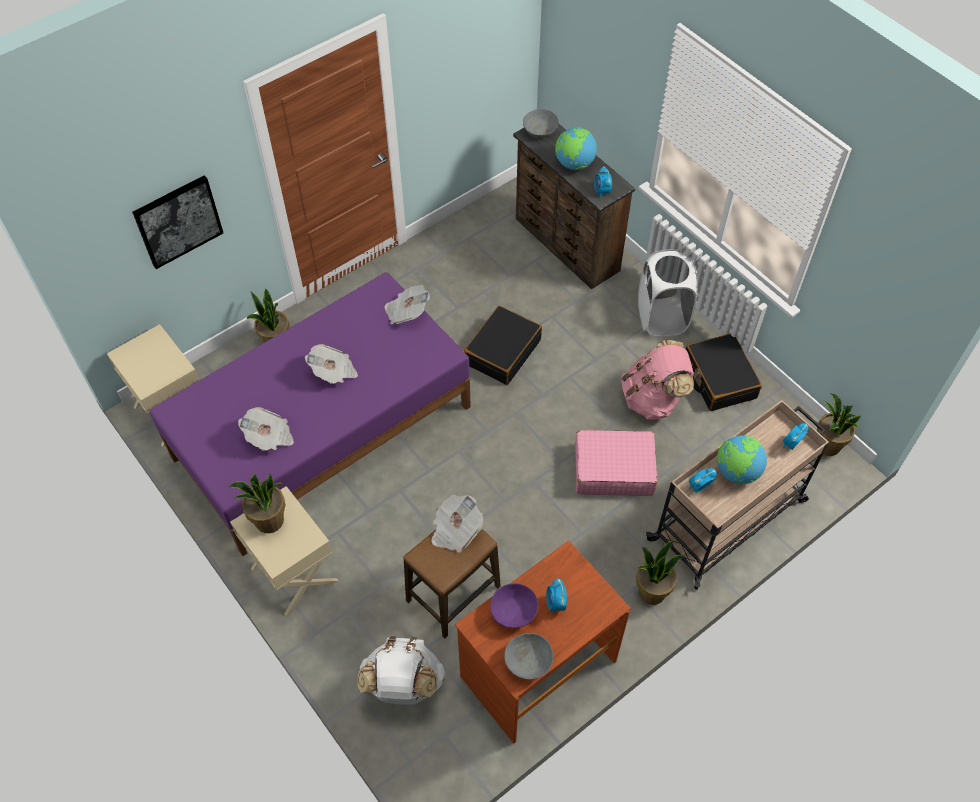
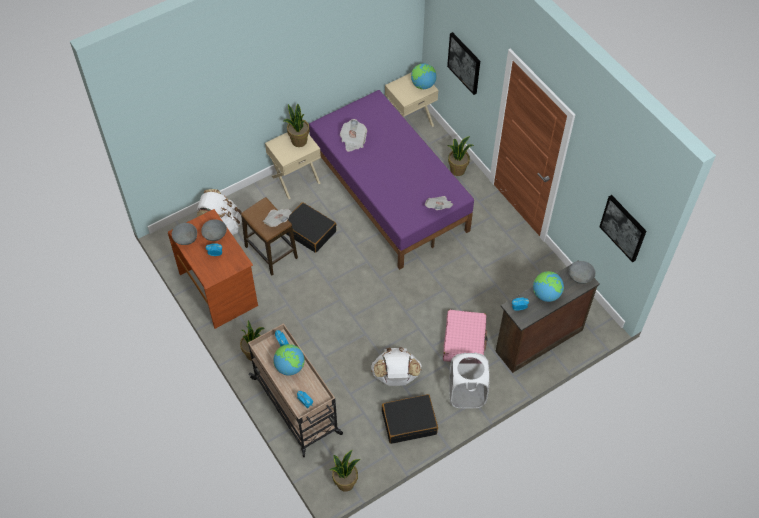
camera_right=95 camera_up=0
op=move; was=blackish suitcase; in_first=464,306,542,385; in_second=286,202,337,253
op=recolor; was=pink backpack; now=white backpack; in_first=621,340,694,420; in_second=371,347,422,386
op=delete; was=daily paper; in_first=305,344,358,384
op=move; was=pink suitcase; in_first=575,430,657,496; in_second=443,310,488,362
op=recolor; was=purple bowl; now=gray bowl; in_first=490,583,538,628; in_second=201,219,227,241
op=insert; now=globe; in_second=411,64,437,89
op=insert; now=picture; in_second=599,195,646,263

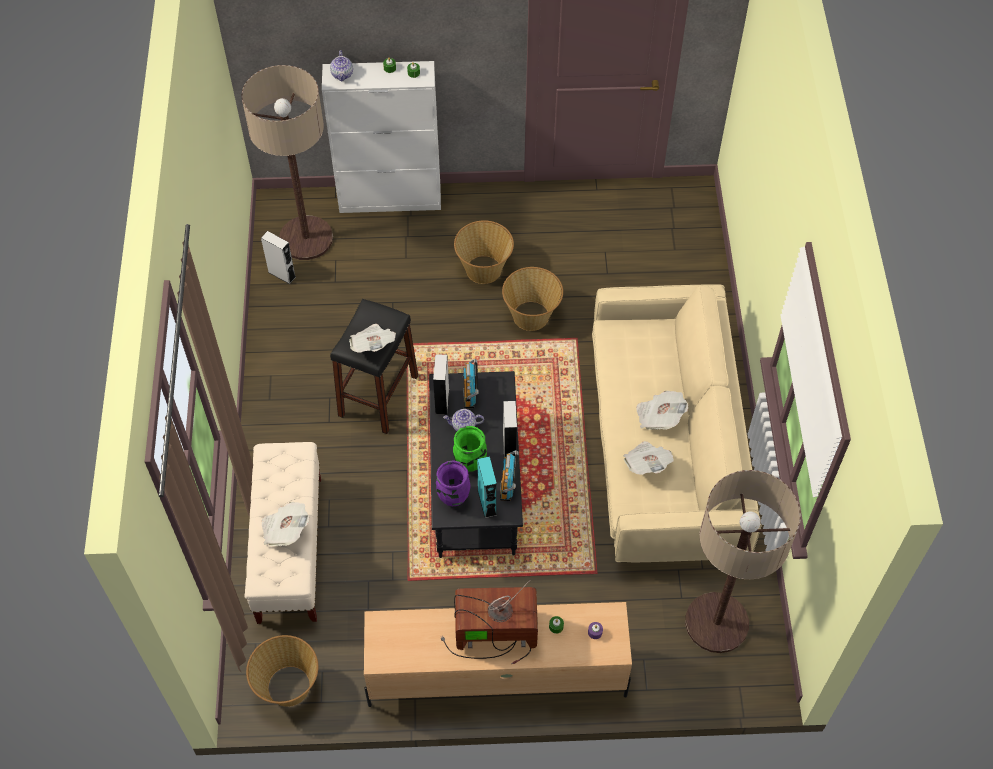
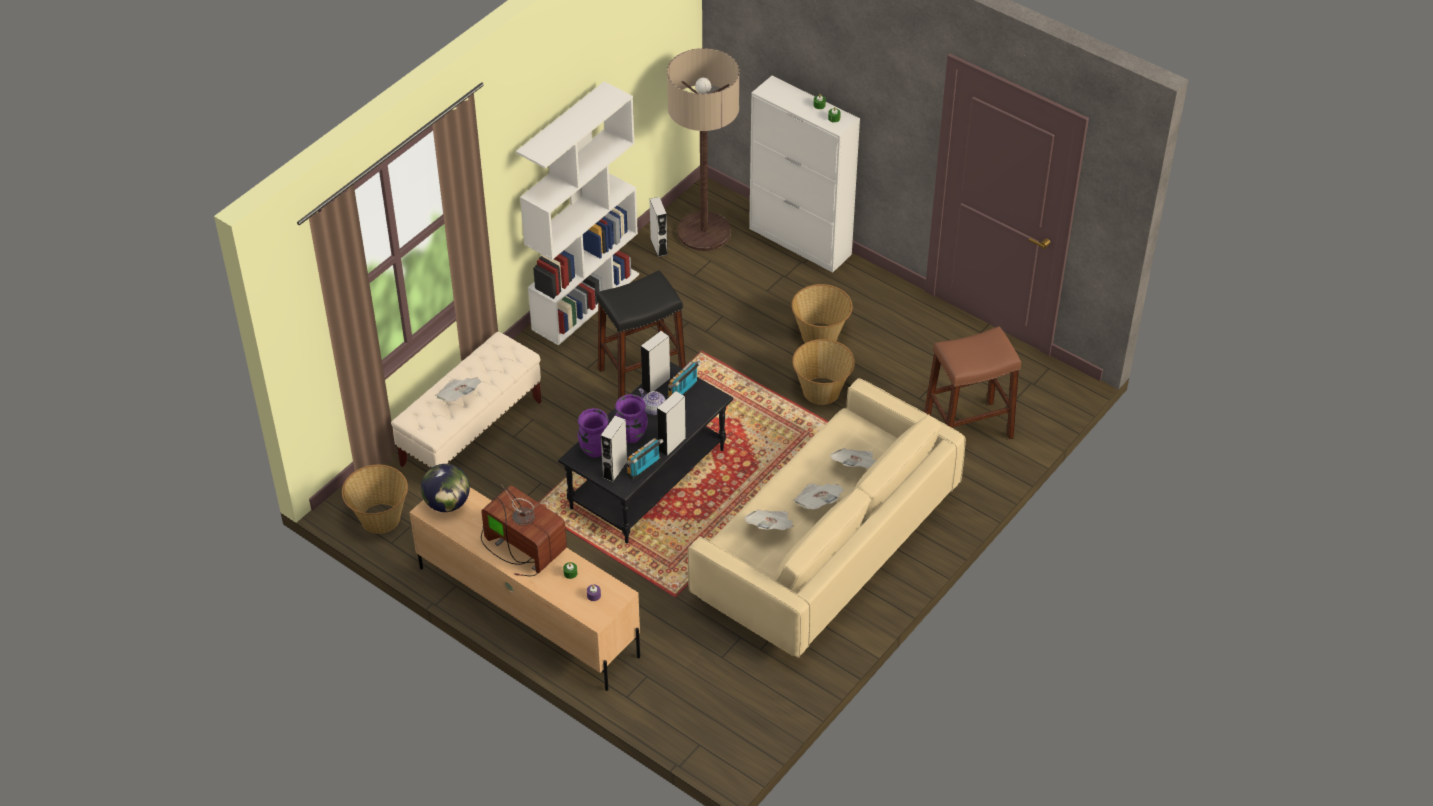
camera_right=40 camera_up=-10
op=delete; was=tea pot; in_first=330,50,353,82
op=move; was=daily paper; in_first=349,324,396,353; in_second=830,448,877,468
op=recolor; was=green-coloured vase; now=purple vase; in_first=453,426,487,472; in_second=615,394,647,443
op=recolor; was=turquoise loudspeaker; now=gray loudspeaker; in_first=477,456,497,518; in_second=601,416,627,482
op=delete; was=floor lamp; in_first=685,470,801,653
op=insert; now=white shelving unit; in_second=516,82,639,346
op=insert; now=brown-coloured stool seat; in_second=924,326,1021,439
op=insert; now=globe; in_second=421,464,470,512

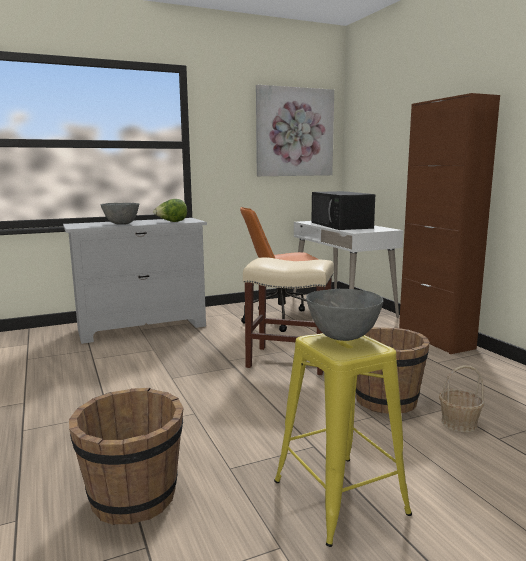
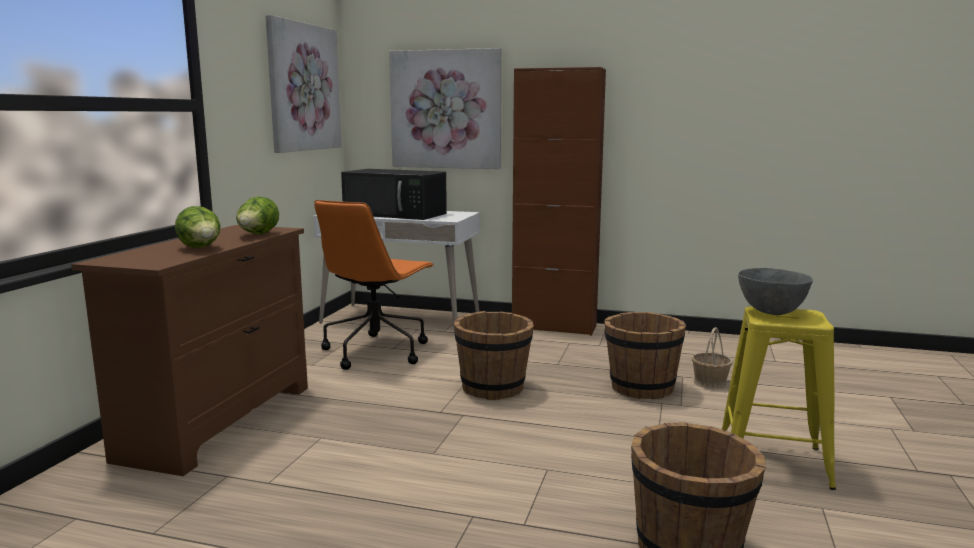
camera_right=-50 camera_up=0
op=replace; was=gray bowl; now=lettuce; in_first=101,203,139,224; in_second=175,206,220,248
op=recolor; was=white drawer chest; now=brown-coloured drawer chest; in_first=63,218,207,344; in_second=71,225,308,476
op=replace; was=beige stool seat; now=brown-coloured water bucket; in_first=243,257,334,375; in_second=454,311,534,400
op=insert; now=picture; in_second=389,48,501,169

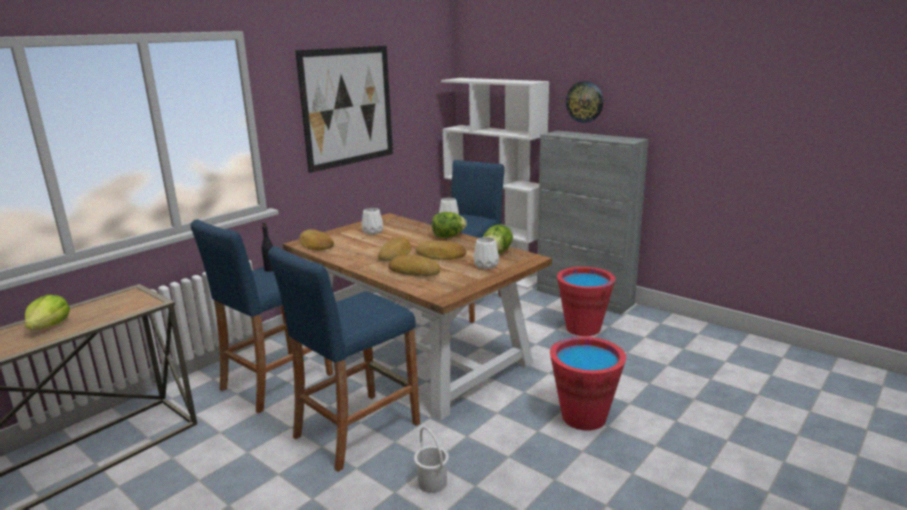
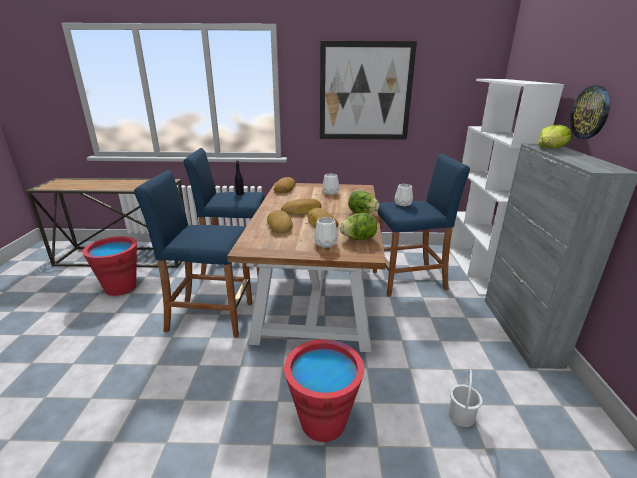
camera_right=50 camera_up=5
op=move; was=reddish water bucket; in_first=557,267,615,336; in_second=82,236,137,296
op=move; was=lettuce; in_first=25,295,70,330; in_second=538,125,571,148
op=move; was=white water bucket; in_first=414,427,449,493; in_second=448,370,483,427

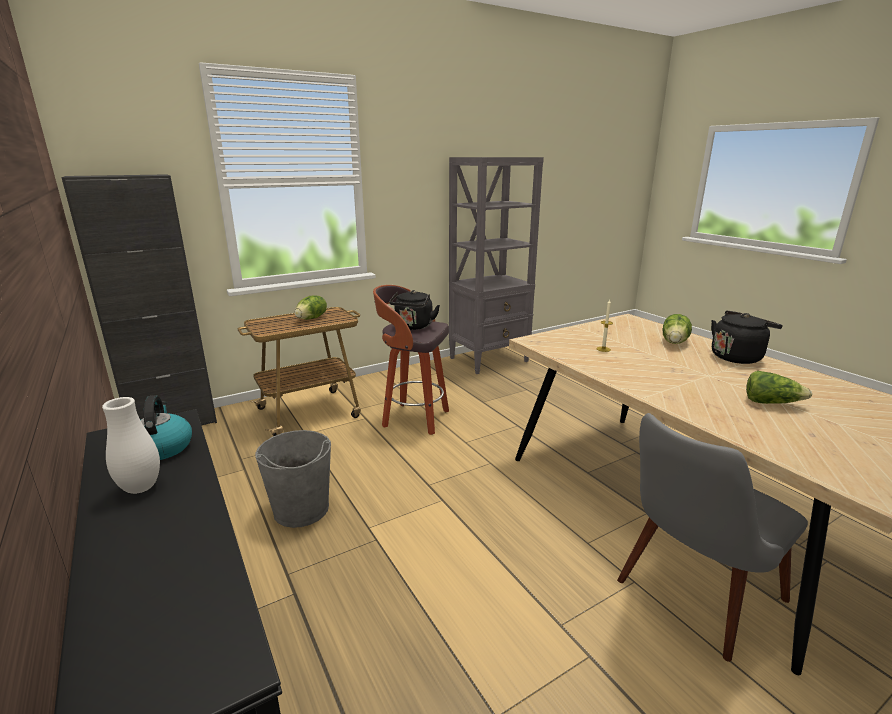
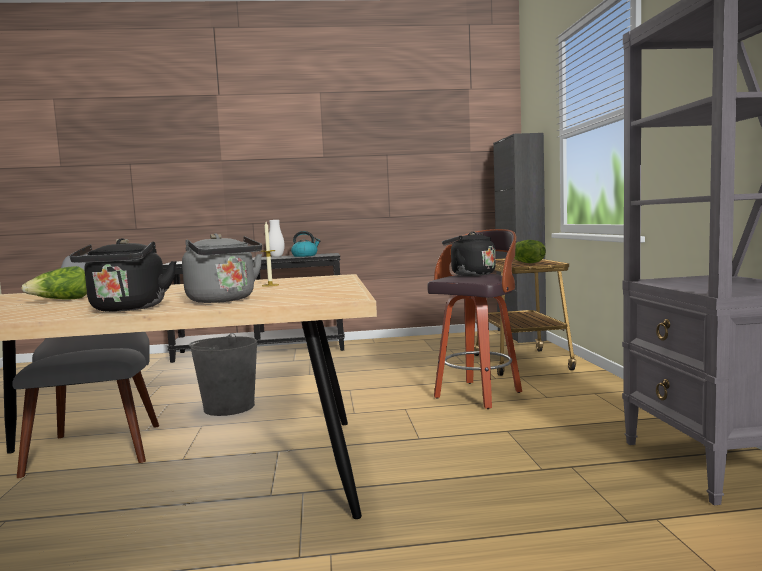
camera_right=115 camera_up=-15
op=replace; was=lettuce; now=gray water kettle; in_first=662,314,692,344; in_second=182,234,262,303
op=move; was=gray water bucket; in_first=255,430,331,528; in_second=189,333,257,416

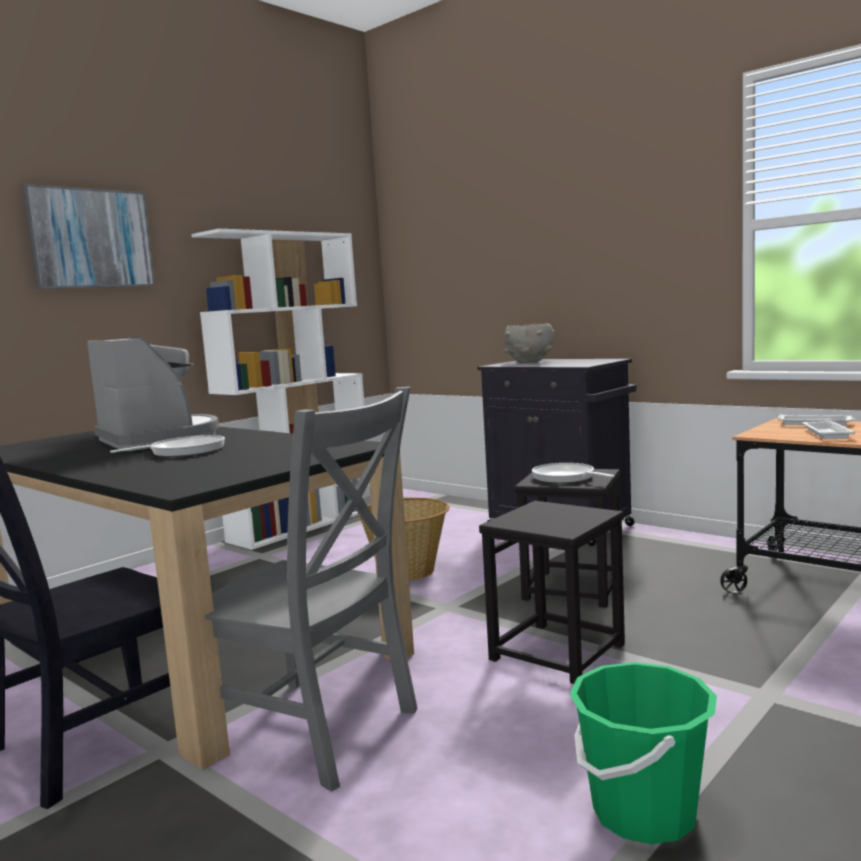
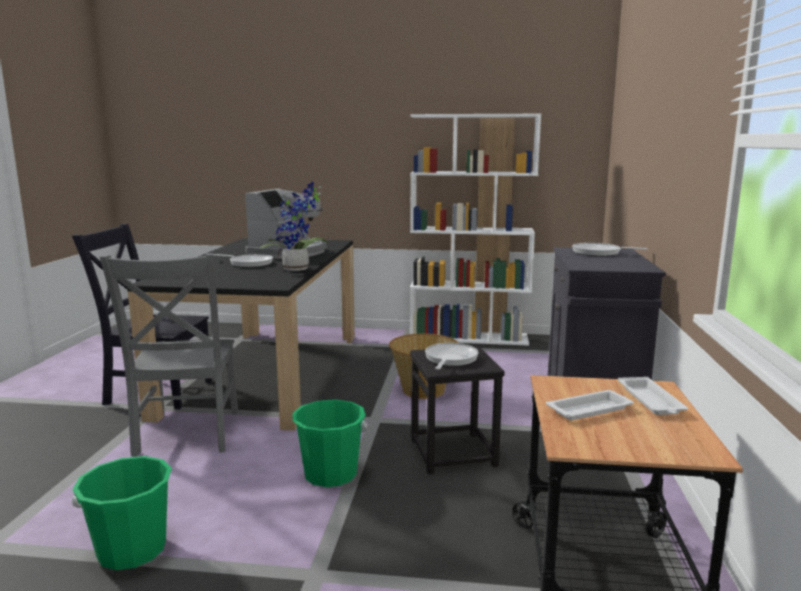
camera_right=55 camera_up=5
op=delete; was=picture; in_first=22,184,155,289
op=replace; was=gray bowl; now=frying pan; in_first=504,323,555,363; in_second=572,243,648,256
op=replace; was=blackish stool seat; now=green-coloured water bucket; in_first=479,501,625,684; in_second=292,399,367,487
op=insert; now=potted plant; in_second=260,181,329,271

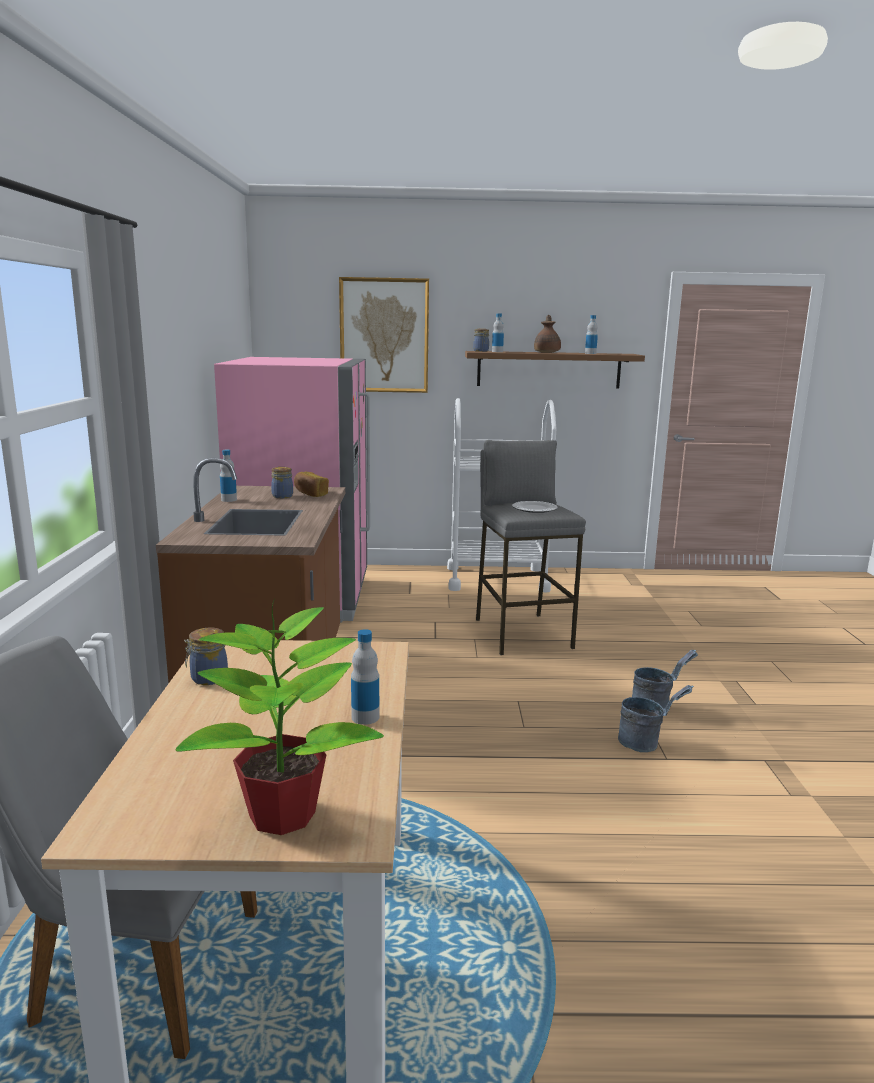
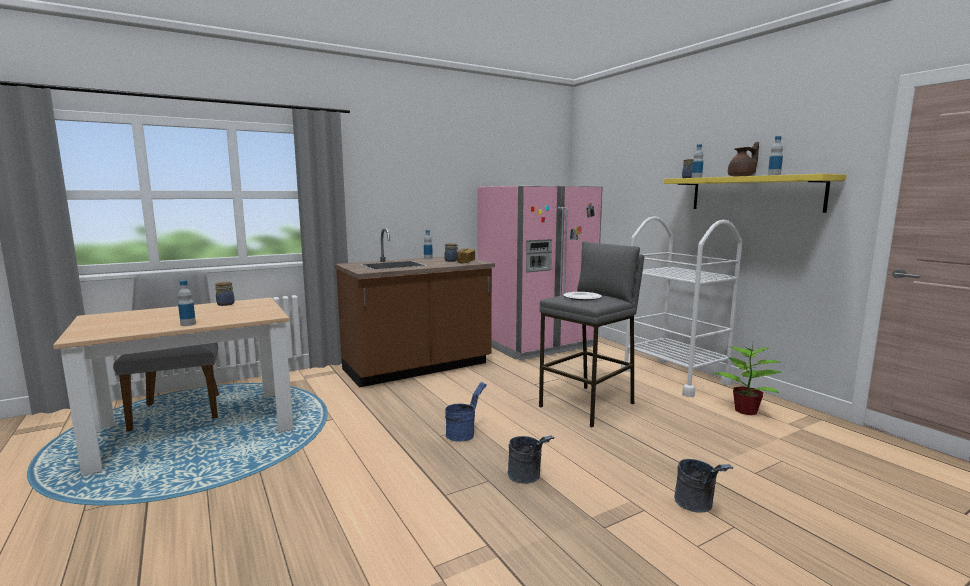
camera_right=60 camera_up=-5
op=delete; was=picture; in_first=339,277,429,393
op=recolor; was=brown-coloured wall shelf; now=yellow wall shelf; in_first=465,351,645,389; in_second=664,174,846,213
op=move; was=potted plant; in_first=176,598,384,835; in_second=714,343,782,415
op=move; was=gray water bucket; in_first=618,685,694,752; in_second=674,459,733,513
op=insert; now=bluish water bucket; in_second=445,382,487,442

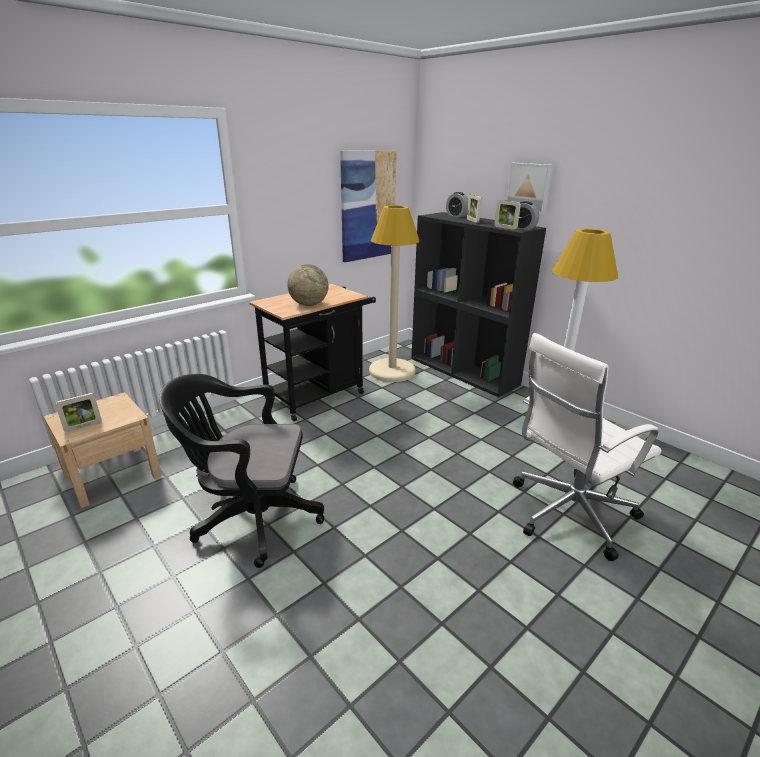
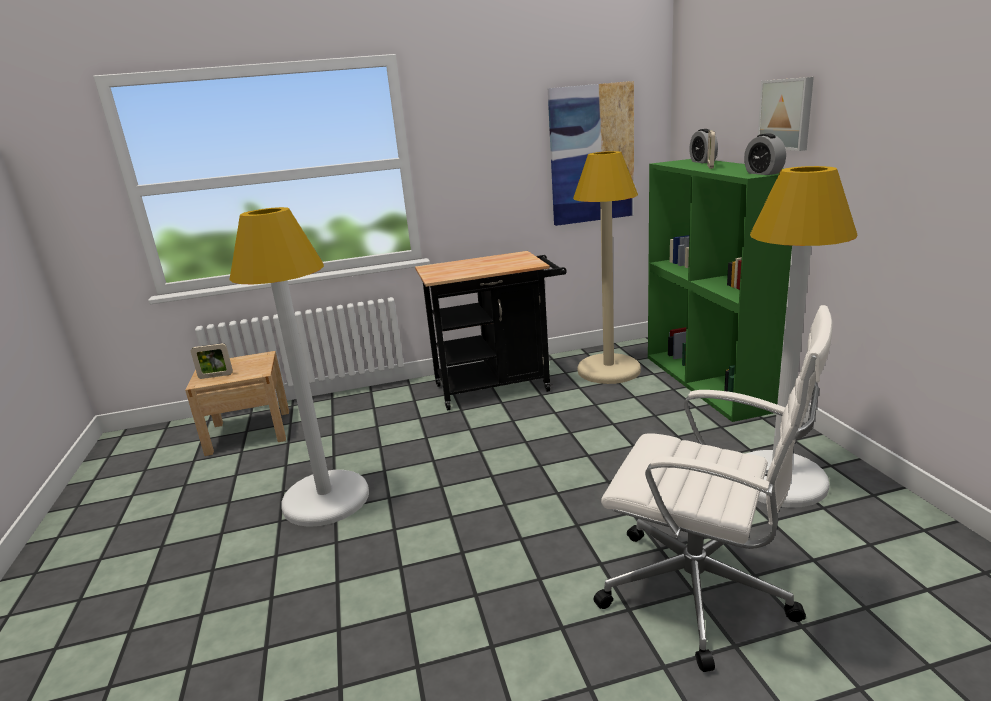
camera_right=30 camera_up=-5
op=delete; was=photo frame; in_first=494,200,521,230
op=recolor; was=blackish shelving unit; now=green-coloured shelving unit; in_first=411,212,546,397; in_second=648,159,792,422
op=delete; was=globe; in_first=287,264,329,306
op=rotate; was=white desk chair; in_first=513,333,661,561; in_second=594,305,833,672; clockwise=-150
op=replace; was=blackish desk chair; now=white floor lamp; in_first=159,374,324,568; in_second=229,207,369,527

